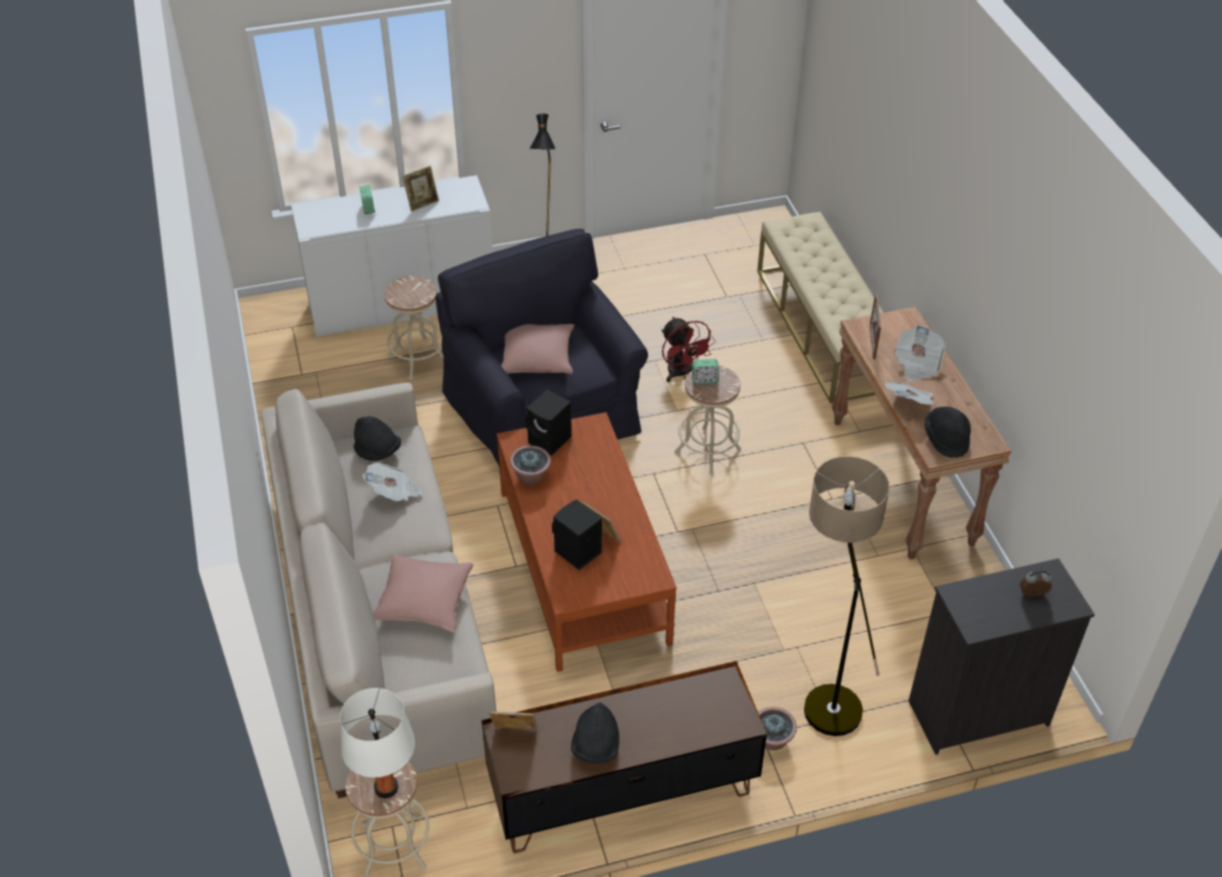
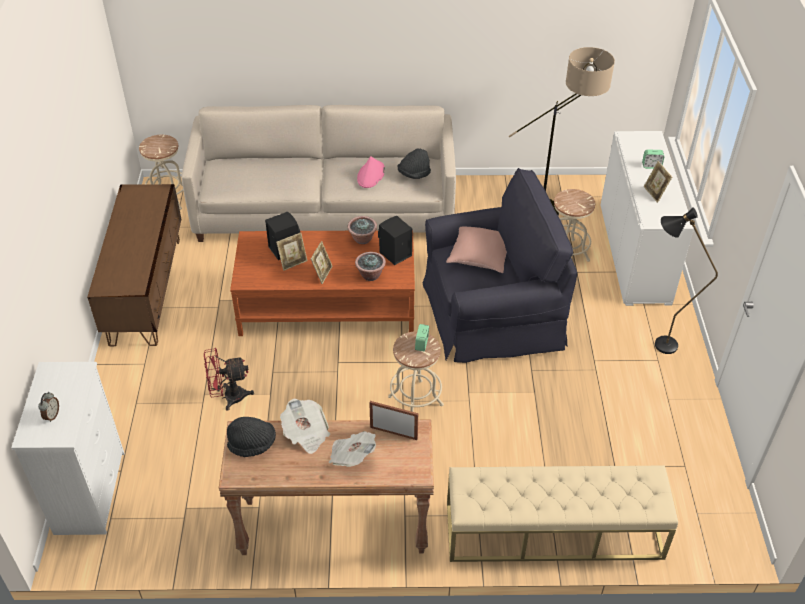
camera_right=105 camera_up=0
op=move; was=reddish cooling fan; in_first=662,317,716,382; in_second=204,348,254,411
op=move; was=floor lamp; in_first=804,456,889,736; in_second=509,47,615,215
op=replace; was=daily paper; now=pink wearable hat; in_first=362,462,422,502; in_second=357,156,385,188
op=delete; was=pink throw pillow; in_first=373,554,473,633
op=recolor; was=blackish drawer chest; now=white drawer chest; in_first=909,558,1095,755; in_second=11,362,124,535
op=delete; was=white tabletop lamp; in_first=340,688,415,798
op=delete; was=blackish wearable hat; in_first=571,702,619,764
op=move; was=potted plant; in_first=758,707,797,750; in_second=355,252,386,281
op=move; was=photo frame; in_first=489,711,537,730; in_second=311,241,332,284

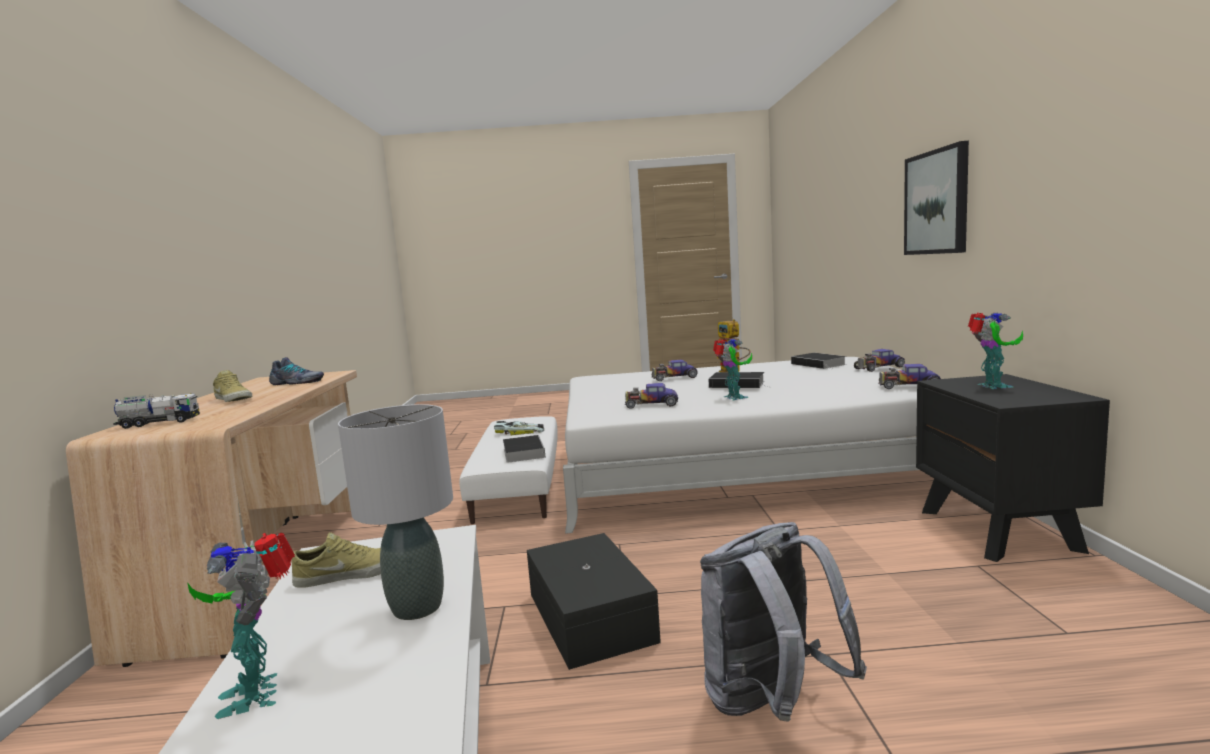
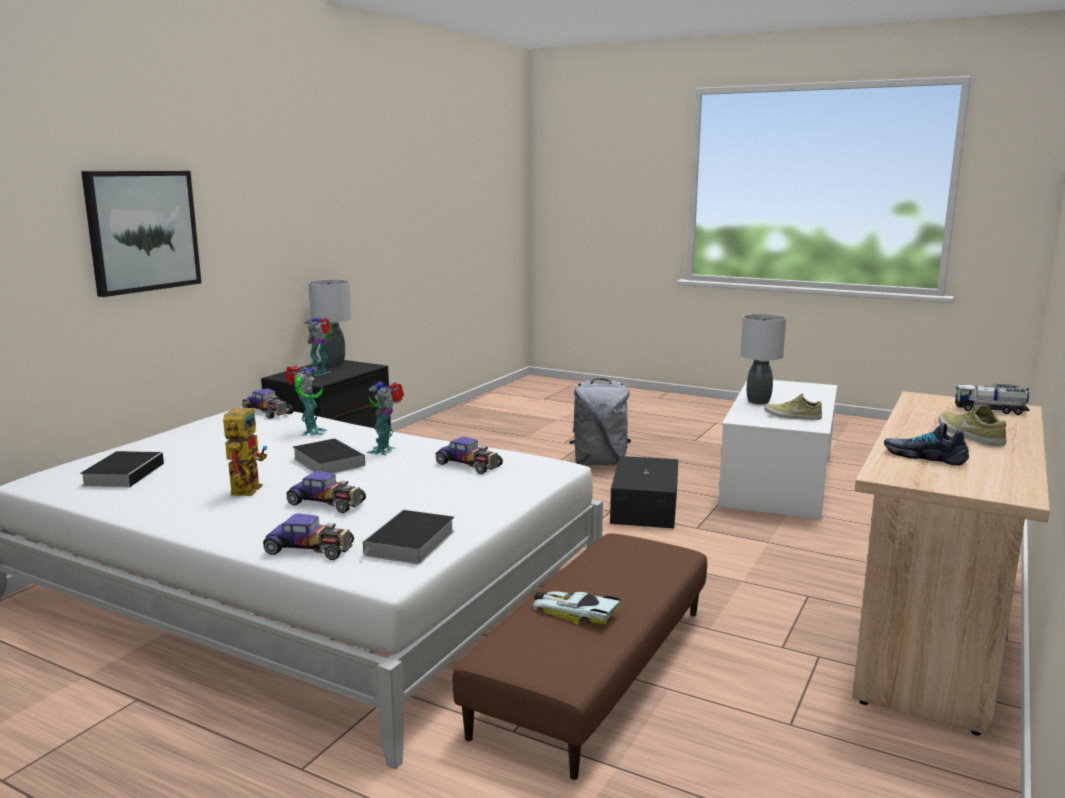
camera_right=-150 camera_up=5
op=move; was=toy car; in_first=854,349,905,372; in_second=263,513,354,560
op=recolor; was=white pouffe; now=brown-coloured pouffe; in_first=459,416,558,524; in_second=453,533,707,780
op=move; was=volume; in_first=503,435,545,463; in_second=359,510,455,565
op=move; was=robot figure; in_first=187,533,295,719; in_second=285,366,328,436
op=insert; now=gray tabletop lamp; in_second=308,279,351,365

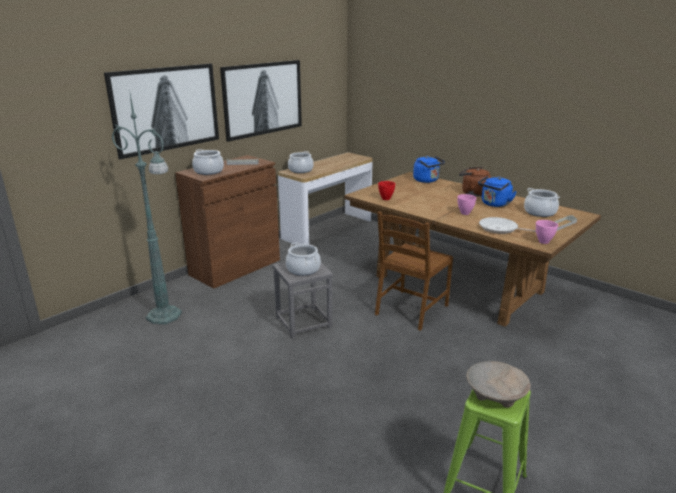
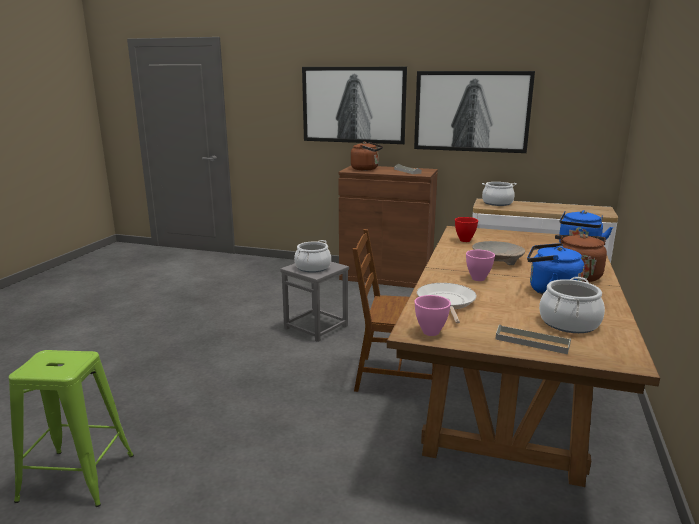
camera_right=65 camera_up=-5
op=delete; was=green-coloured floor lamp; in_first=112,89,182,324
op=replace; was=stockpot; now=brown-coloured water kettle; in_first=192,149,224,175; in_second=351,142,383,171
op=move; was=beige bowl; in_first=467,361,531,408; in_second=472,241,525,265

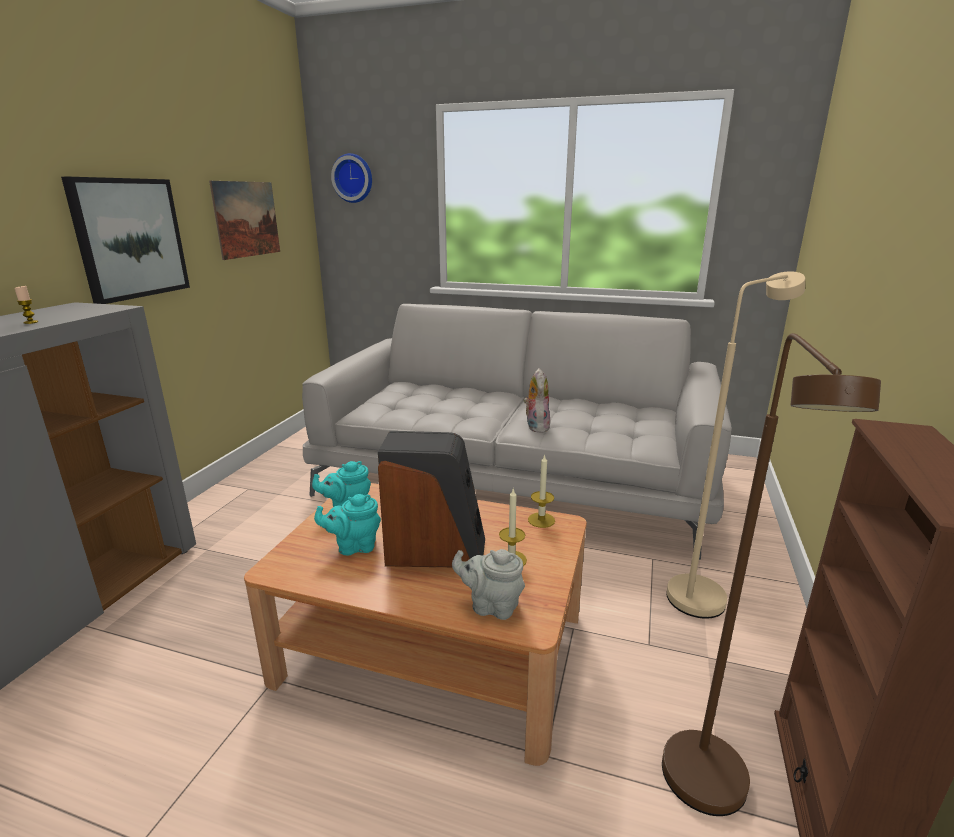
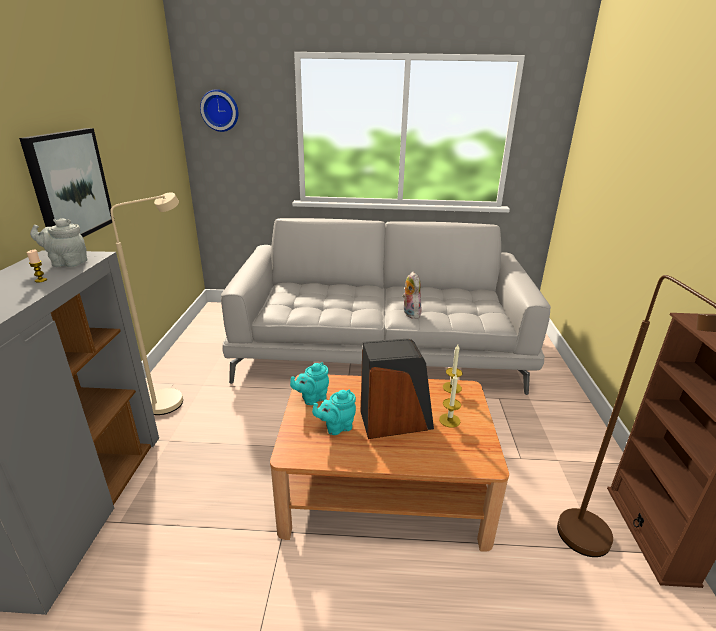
camera_right=-15 camera_up=5
op=delete; was=picture; in_first=209,181,280,260
op=move; was=beige floor lamp; in_first=666,271,805,619; in_second=110,192,183,415
op=move; was=gray tea pot; in_first=452,549,525,620; in_second=30,218,87,267

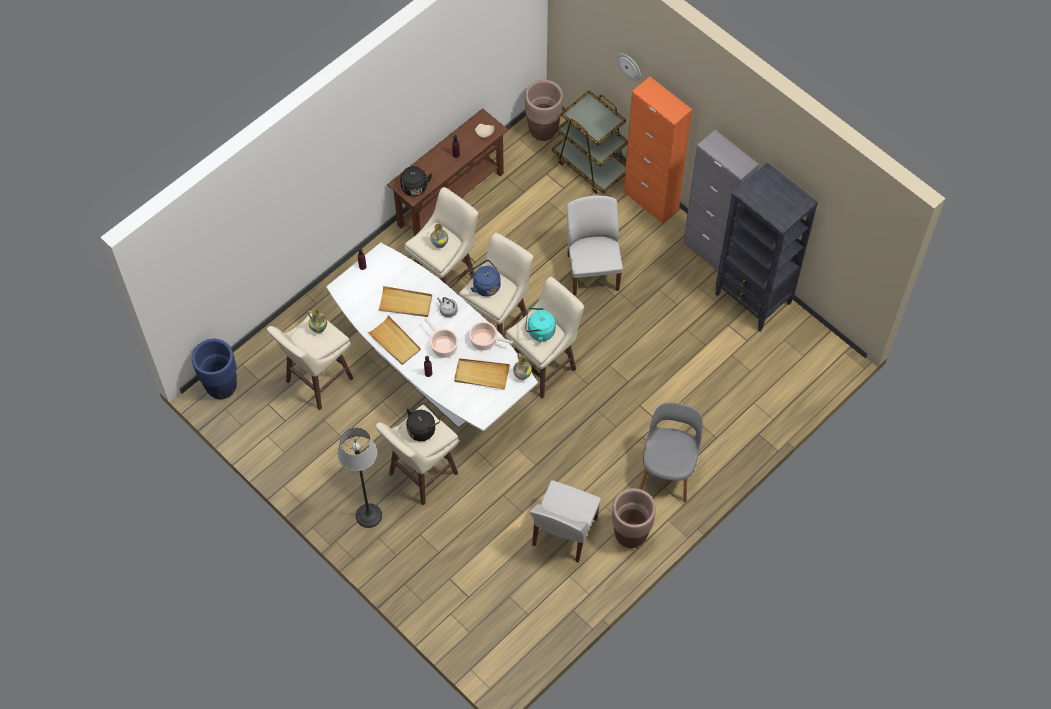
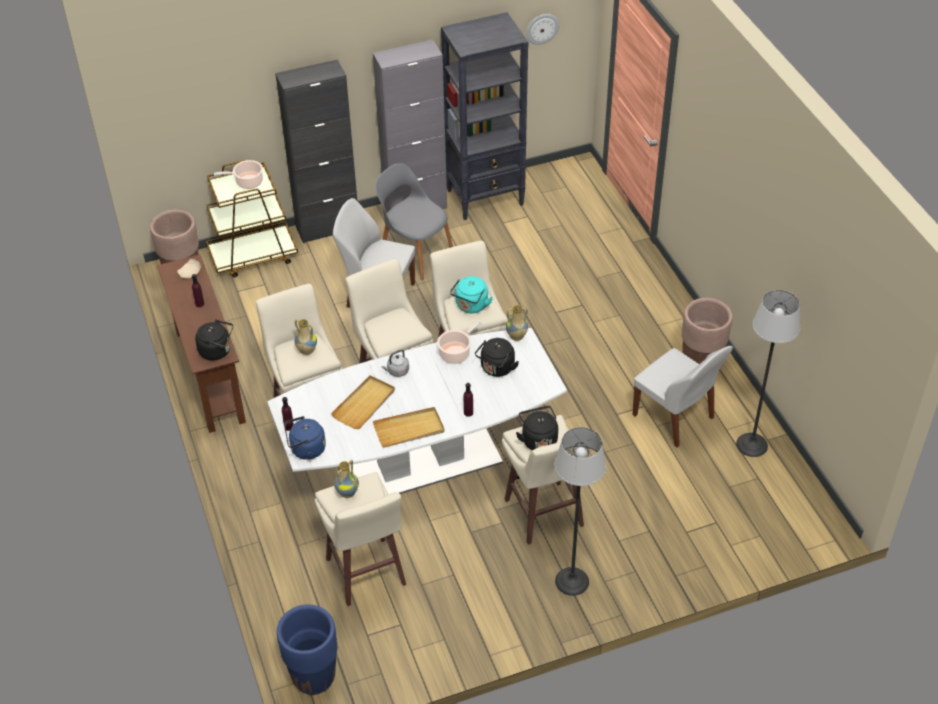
camera_right=-65 camera_up=-15
op=move; was=clock on the wall; in_first=617,53,641,81; in_second=526,14,559,45
op=recolor; was=orangey cabinet; now=blackish cabinet; in_first=624,77,692,224; in_second=275,59,358,243
op=move; was=bluish water kettle; in_first=468,260,501,297; in_second=284,416,326,460
op=move; was=stockpot; in_first=424,318,458,358; in_second=214,160,263,189
op=replace; was=beige serving tray; now=blackish water kettle; in_first=454,358,510,389; in_second=475,338,519,377
op=move; was=gray plain chair; in_first=639,403,703,502; in_second=375,163,453,280
op=insert; now=floor lamp; in_second=736,290,800,457

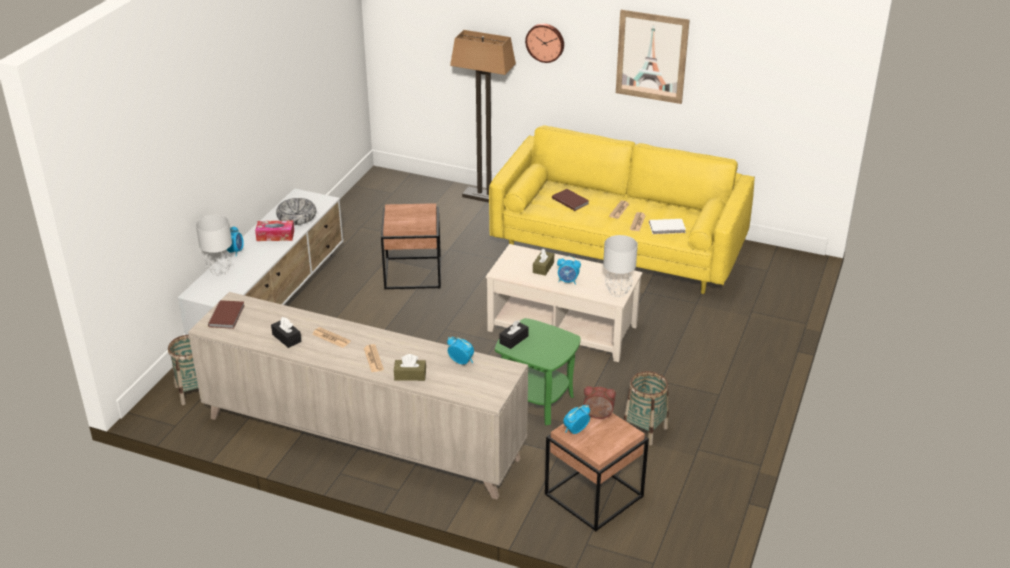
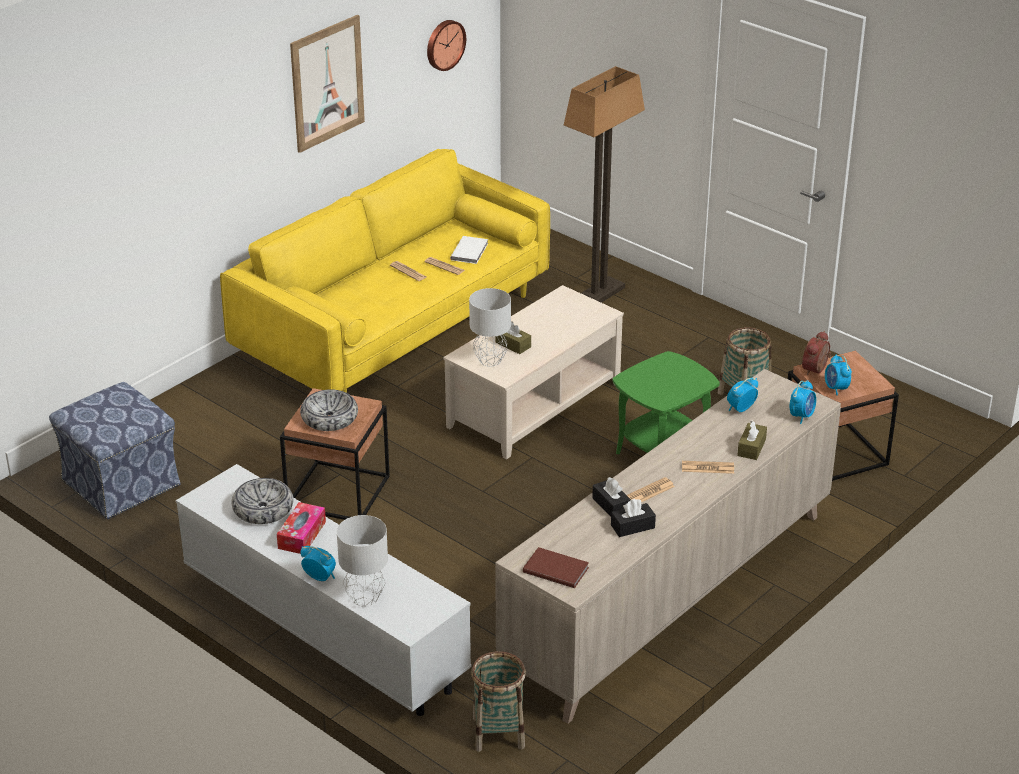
camera_right=-70 camera_up=0
op=move; was=clock on the wall; in_first=525,24,564,63; in_second=427,20,466,71
op=move; was=floor lamp; in_first=450,30,516,203; in_second=564,66,645,303
op=delete; was=brown-coloured volume; in_first=552,189,589,211
op=move; was=gray tabletop lamp; in_first=603,235,638,297; in_second=469,288,511,367
op=move; was=table clock; in_first=557,256,581,285; in_second=790,380,816,424
op=move; was=blackish box of tissues; in_first=499,320,529,349; in_second=592,477,631,517
op=insert; now=pouffe; in_second=49,382,181,519
op=insert; now=bowl; in_second=300,389,358,431

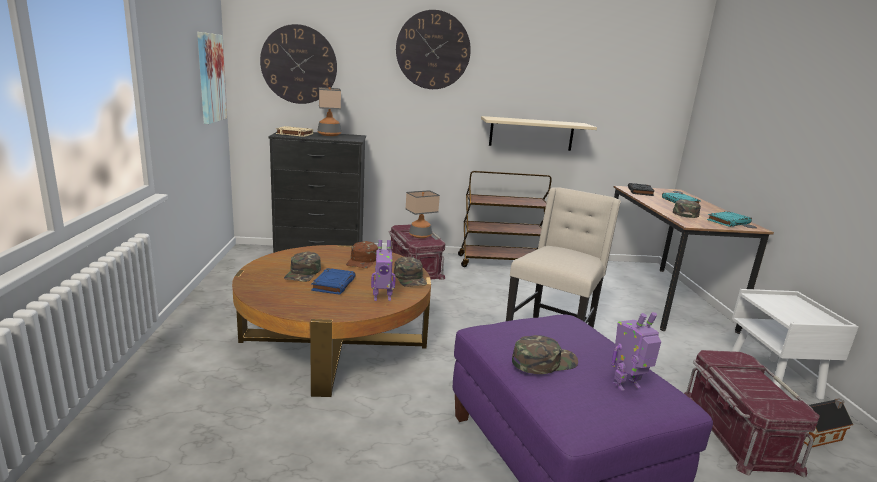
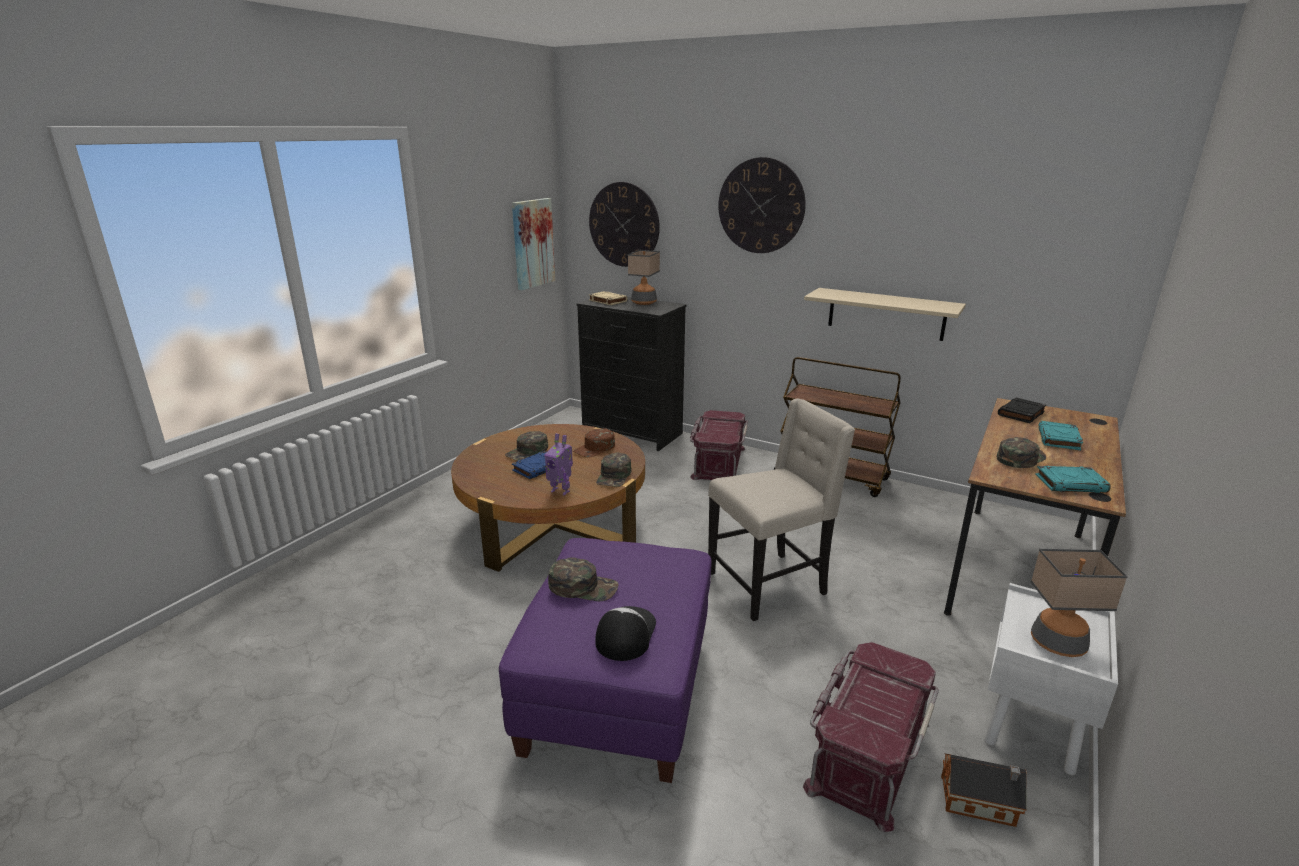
camera_right=35 camera_up=5
op=move; was=tabletop lamp; in_first=405,190,440,238; in_second=1031,549,1128,657
op=replace; was=robot figure; now=peaked cap; in_first=611,312,661,391; in_second=595,606,656,661

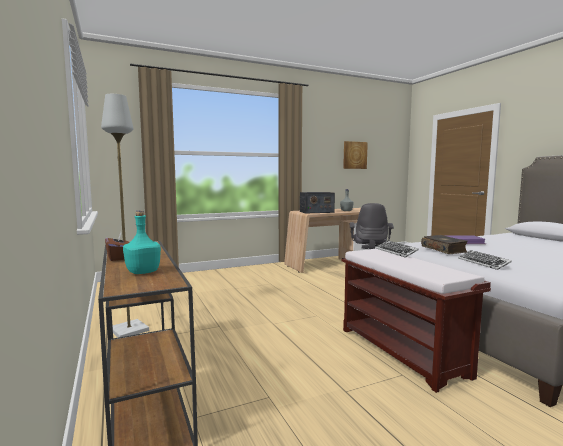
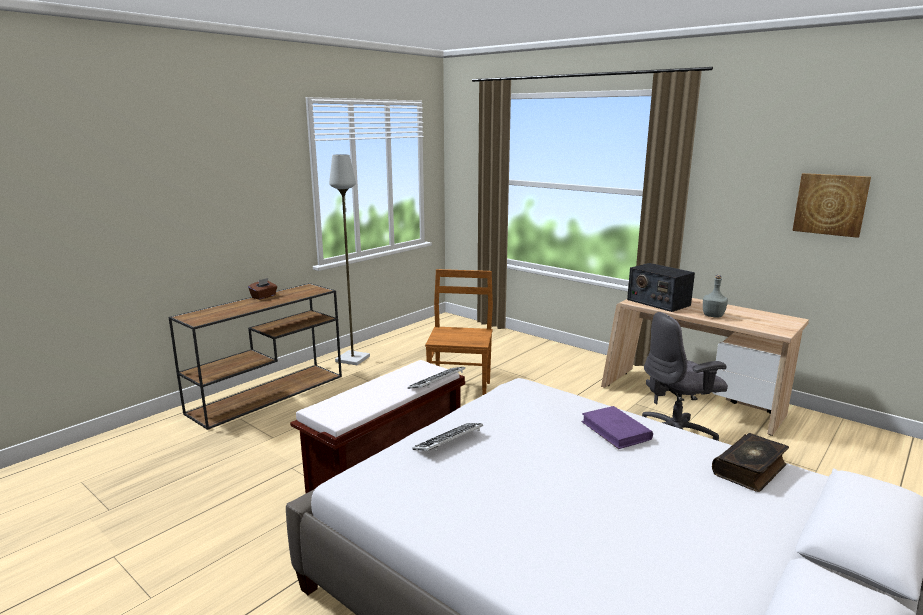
camera_right=65 camera_up=10
op=delete; was=turquoise drink bottle; in_first=123,211,161,274
op=move; was=volume; in_first=421,235,468,254; in_second=712,433,789,492
op=insert; now=brown-coloured plain chair; in_second=425,269,493,396

